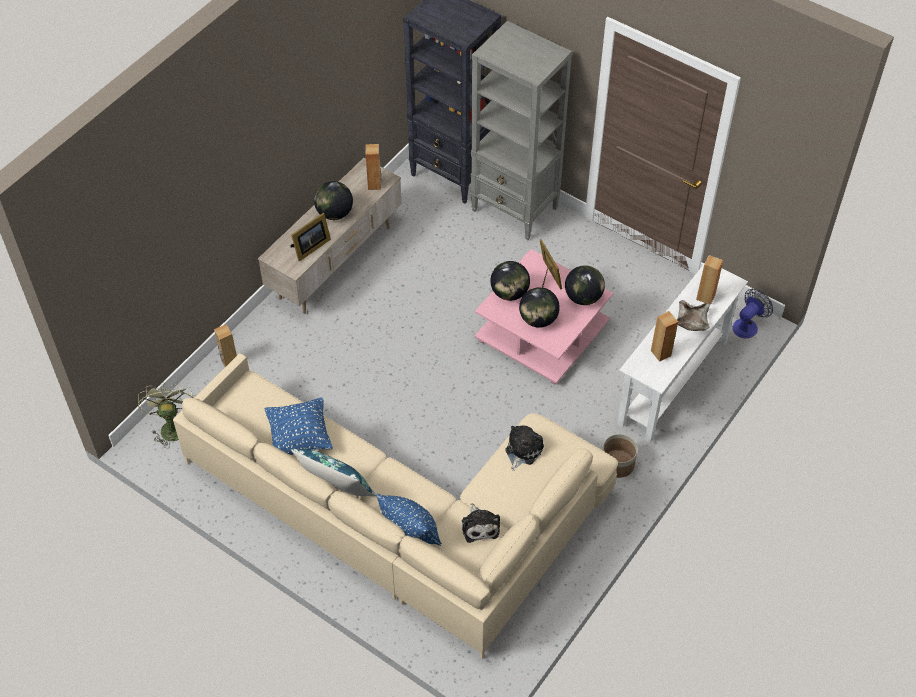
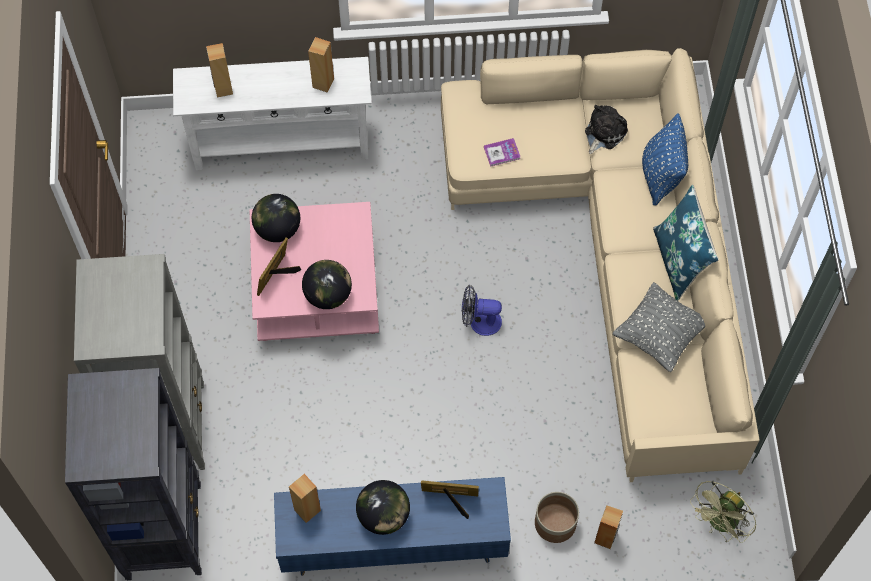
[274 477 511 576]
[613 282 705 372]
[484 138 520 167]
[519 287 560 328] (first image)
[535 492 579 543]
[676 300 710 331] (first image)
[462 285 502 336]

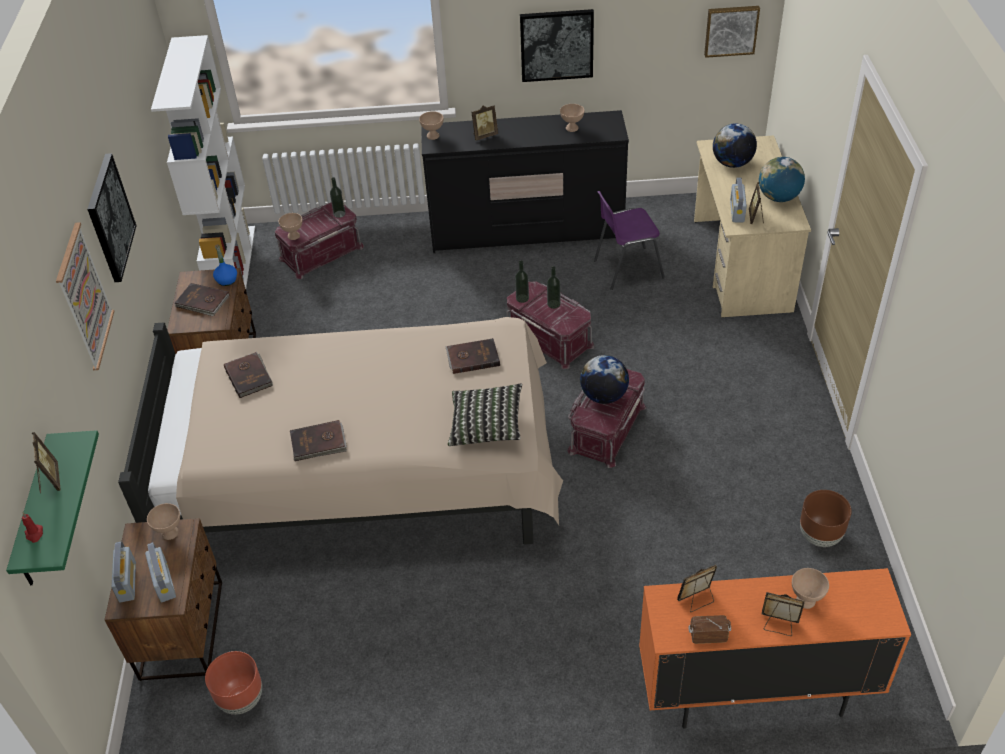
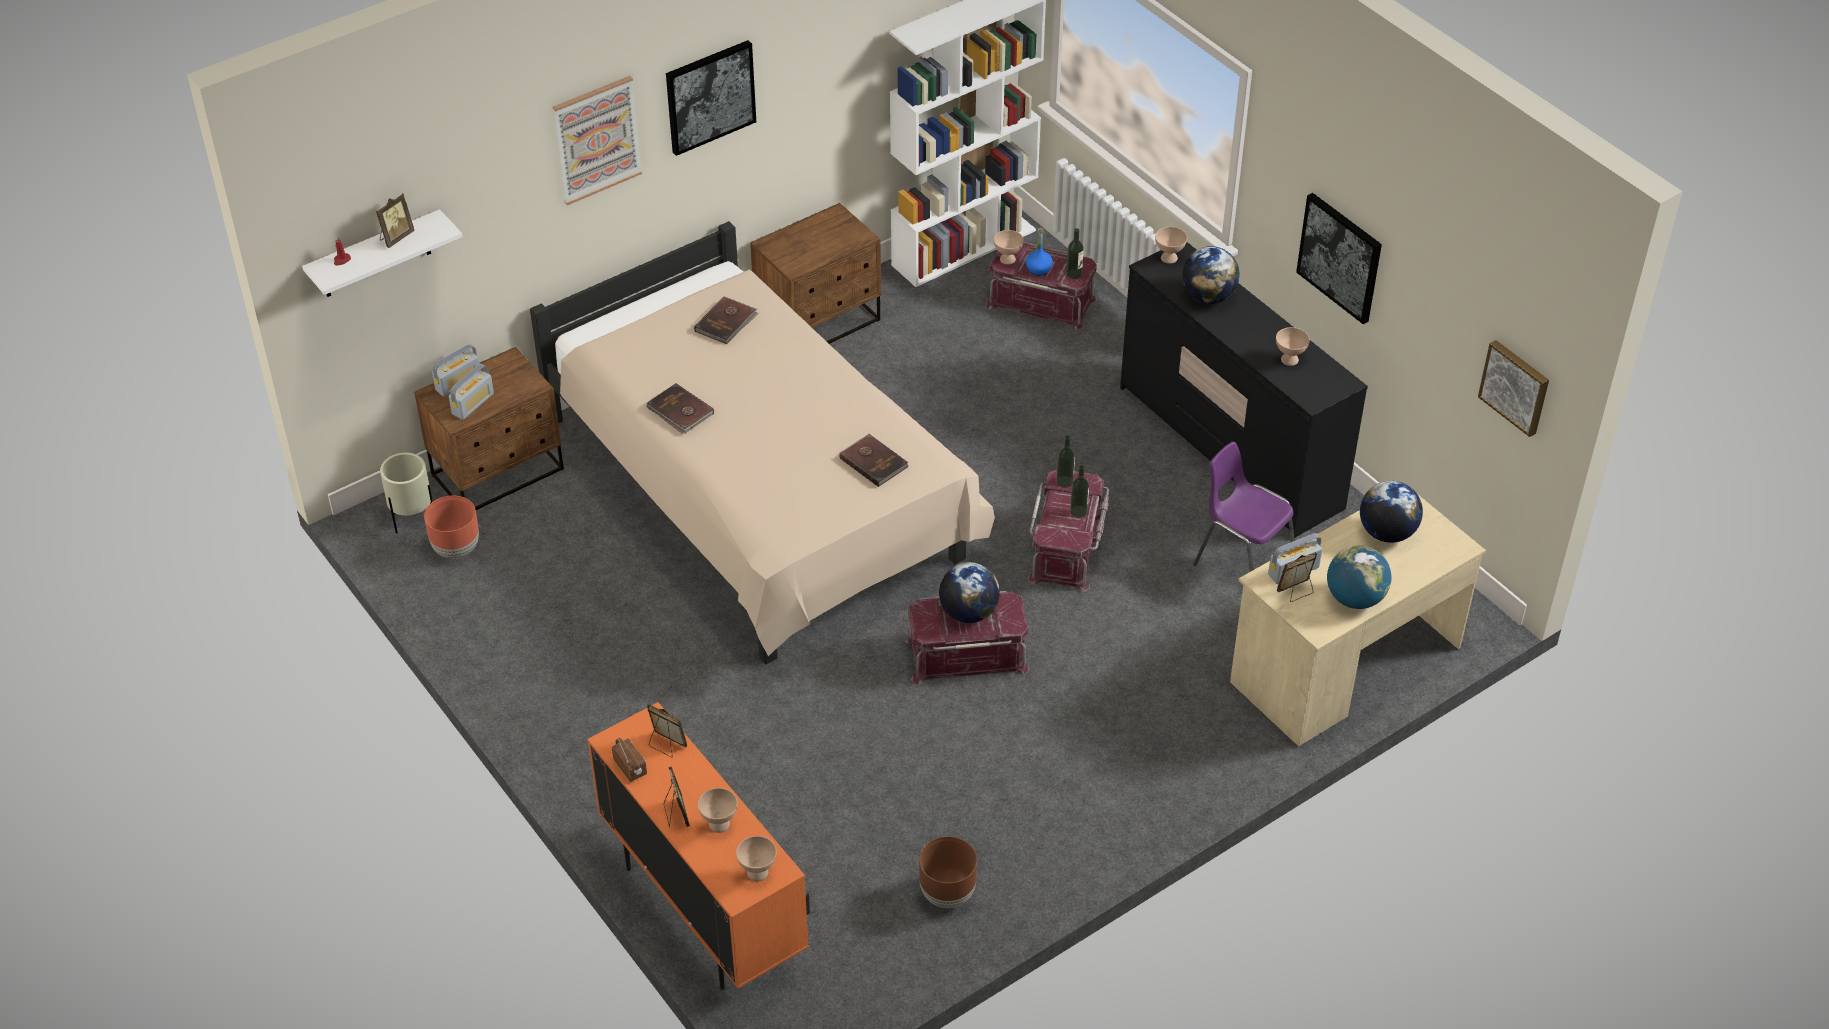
[302 209 463 297]
[736 836 777 881]
[175 283 230 316] (first image)
[1025 228 1053 276]
[448 384 522 446] (first image)
[1182 246 1240 304]
[380 453 433 534]

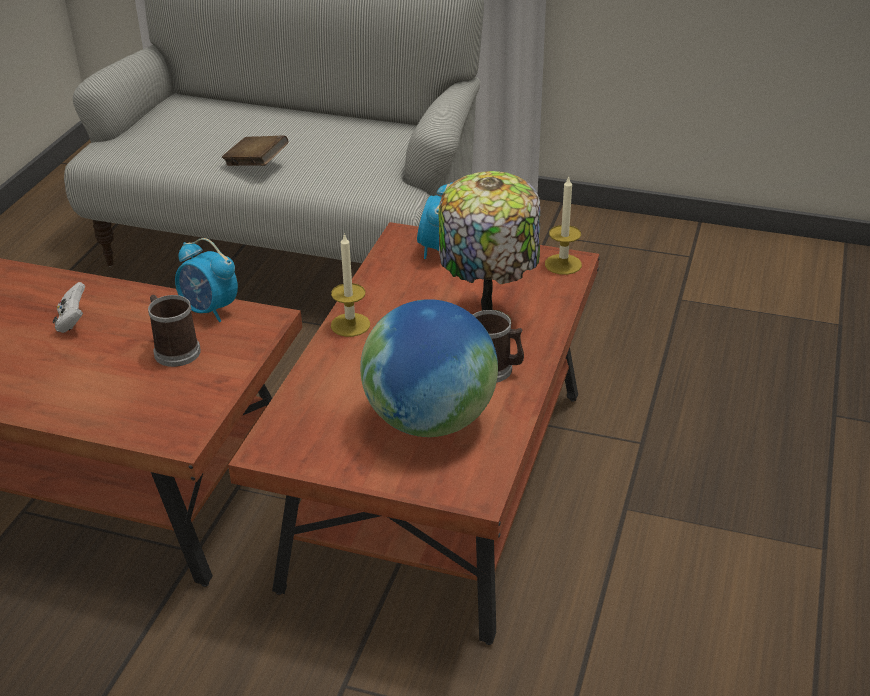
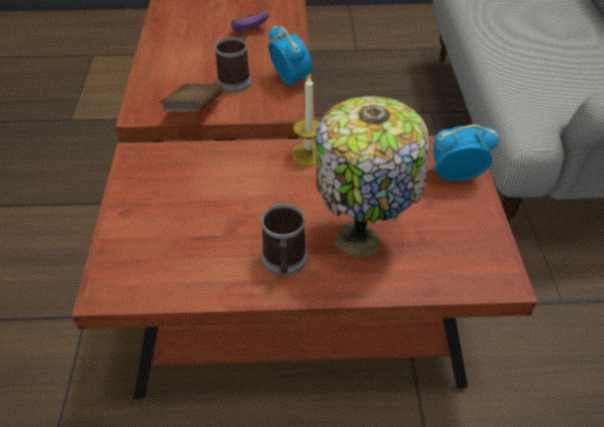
[231 11 269 34]
[269 25 312 85]
[160 84 223 112]
[360 299 498 437] (first image)
[545 175 582 275] (first image)

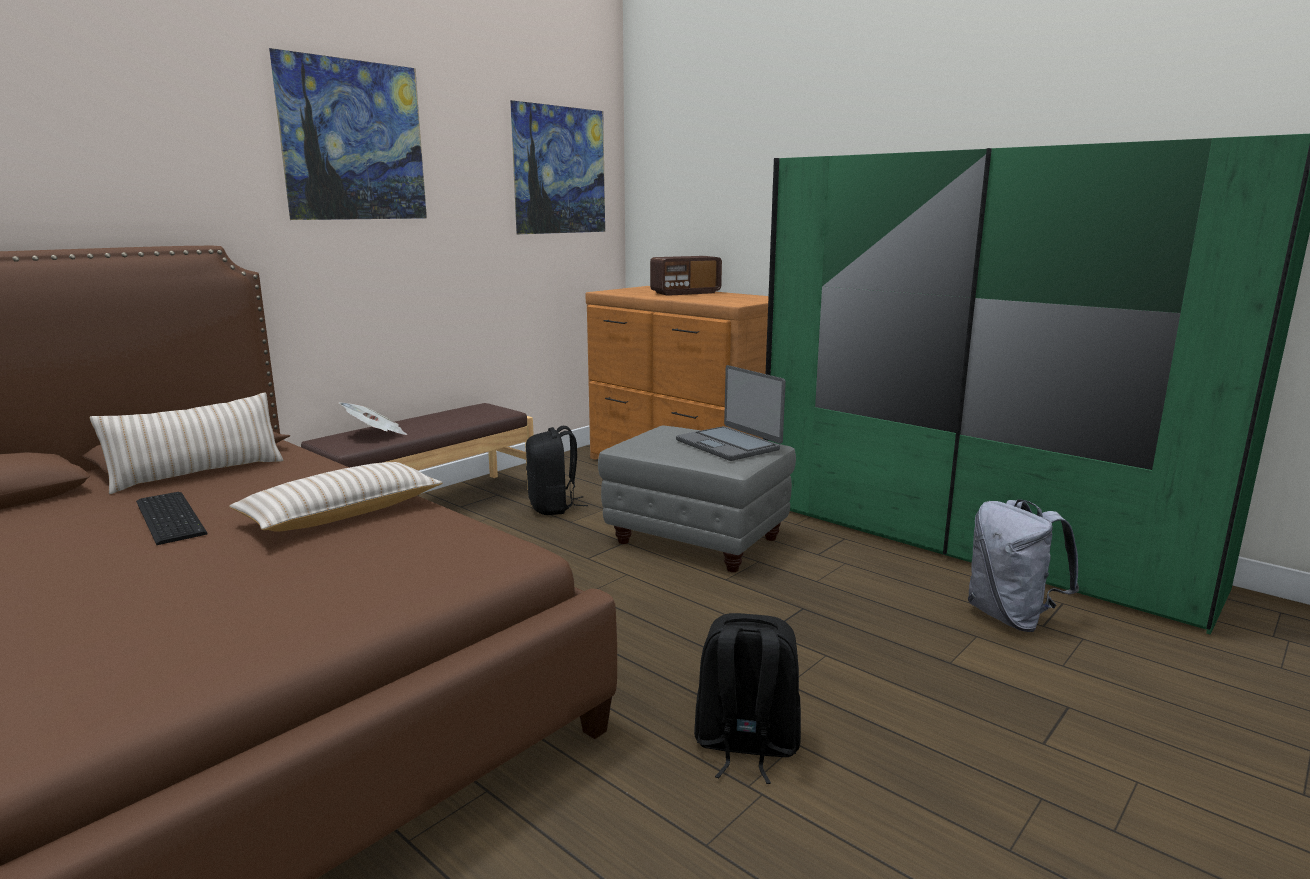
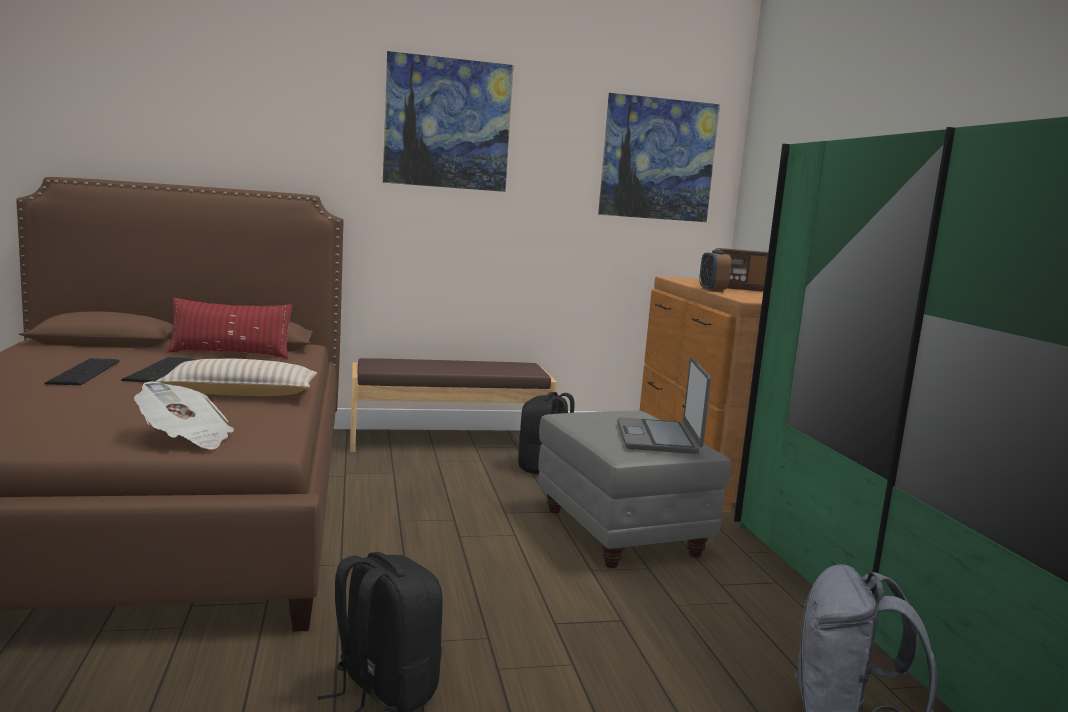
[168 298 292 359]
[134 381 234 450]
[44 358 120 385]
[699 250 731 292]

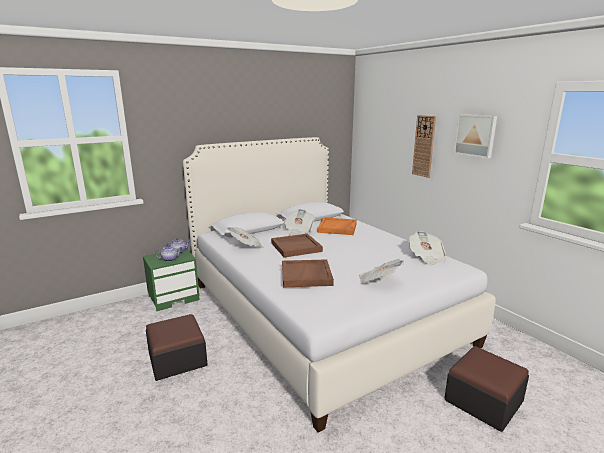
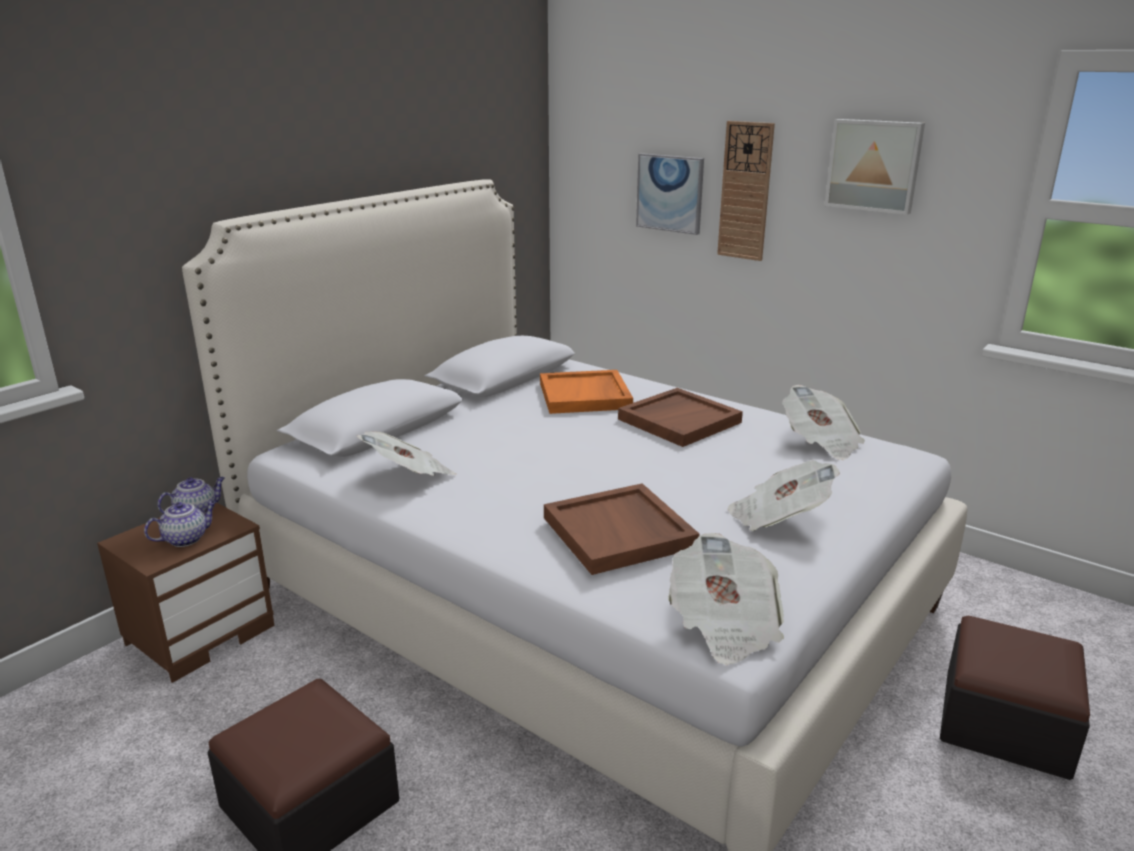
[97 503 274 683]
[618 388 743 447]
[668 533 784 665]
[636 153 704 235]

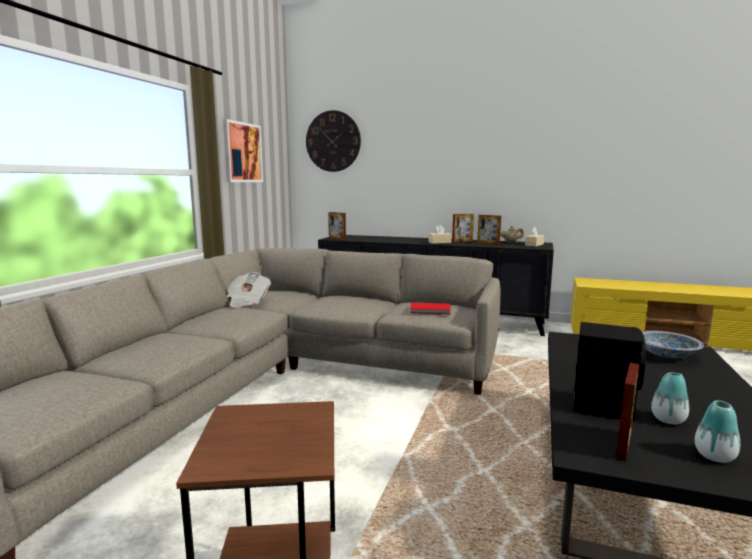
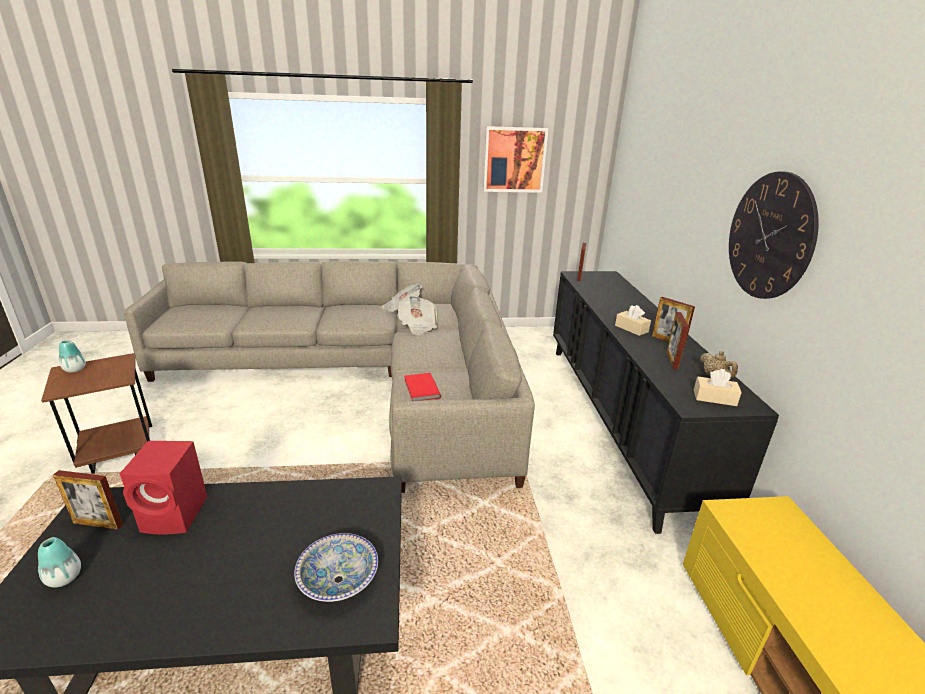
[729 171 819 299]
[119 441 207 535]
[59 340 86 373]
[397 295 438 335]

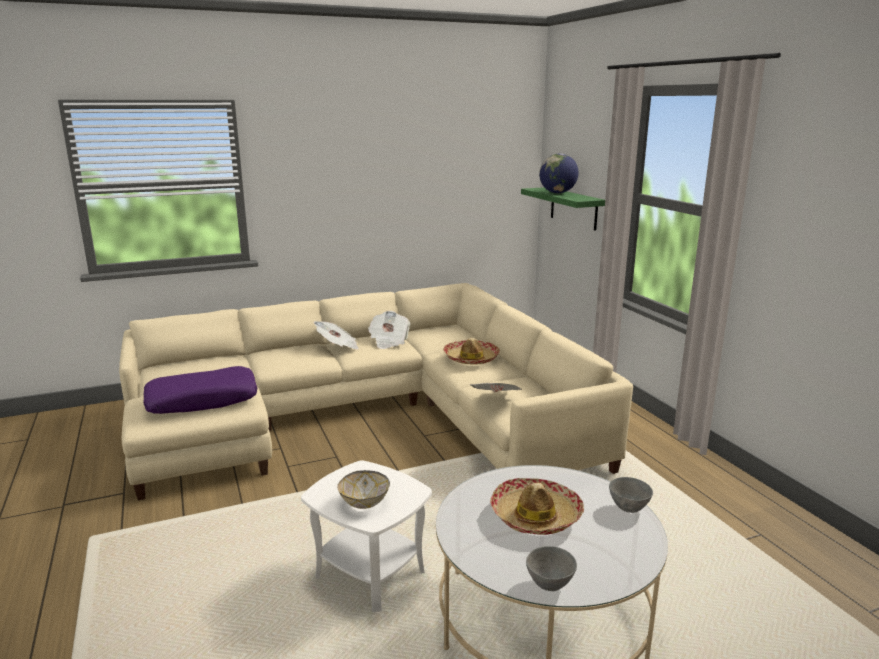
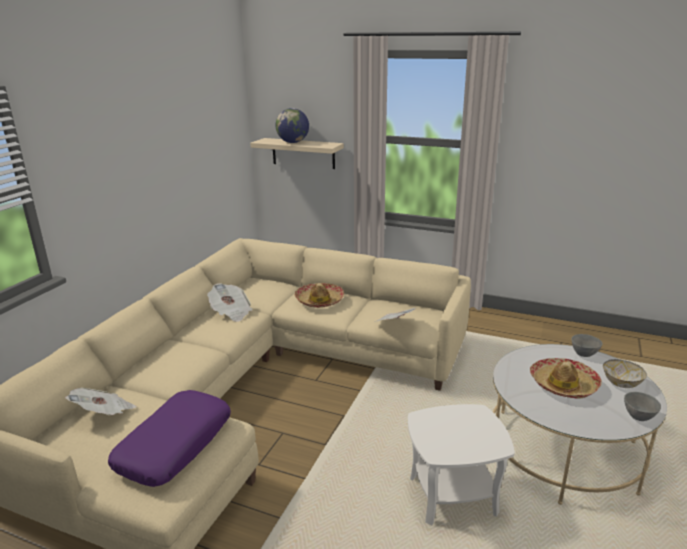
[65 388 137 415]
[603 359 647 388]
[250 138 344 169]

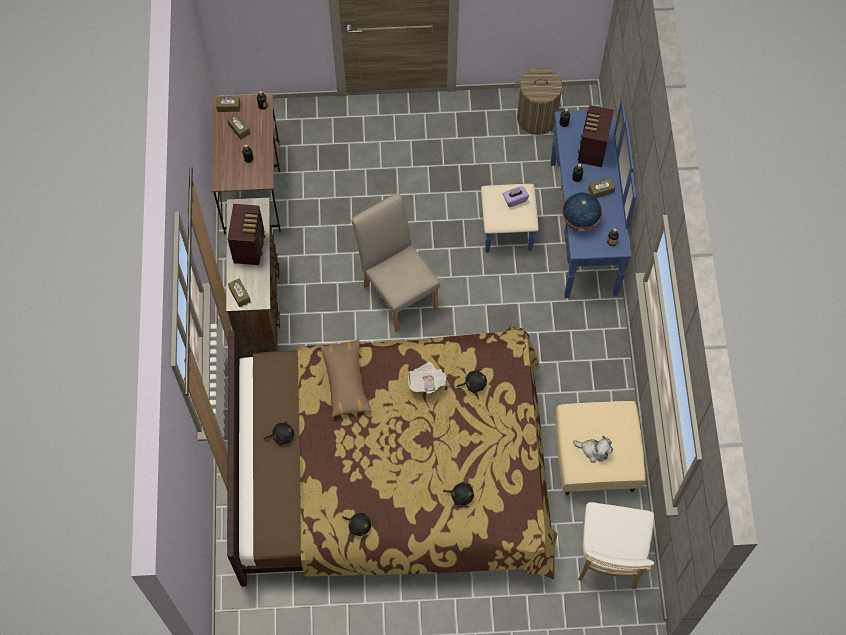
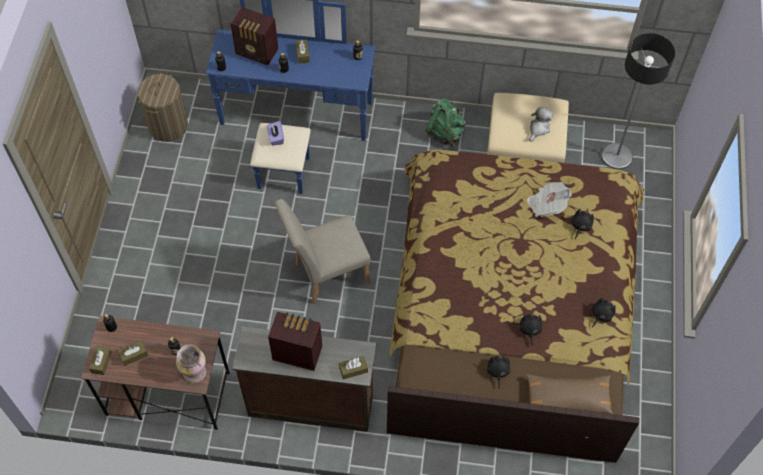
[526 374 613 414]
[527 182 572 217]
[519 311 542 346]
[562 193 602 231] (first image)
[602 33 675 170]
[176 345 206 383]
[425 99 466 147]

